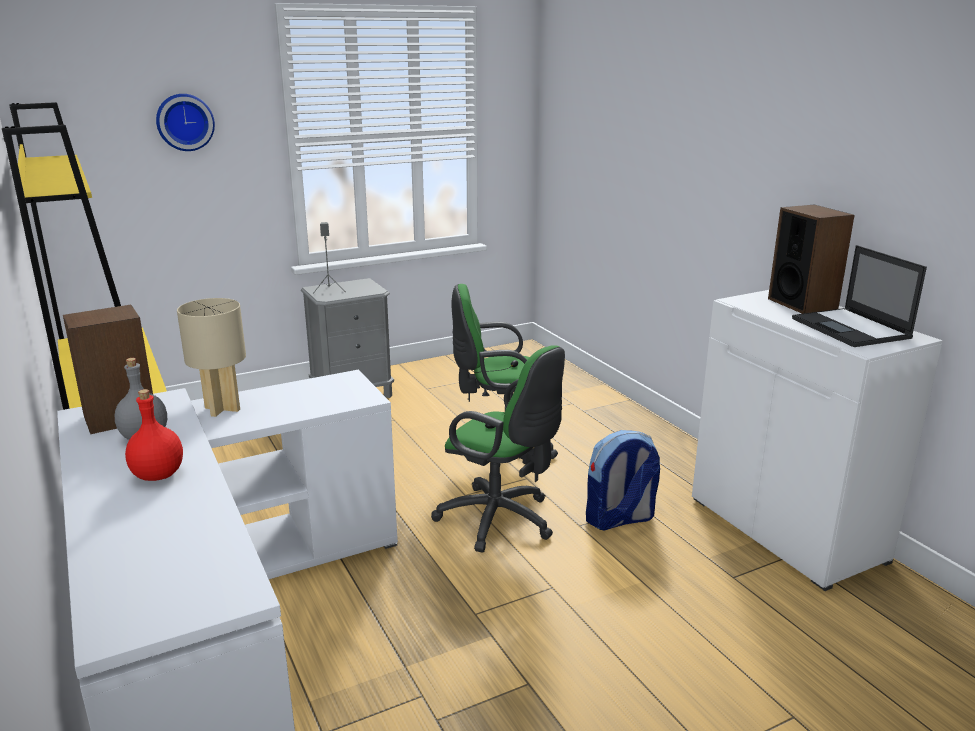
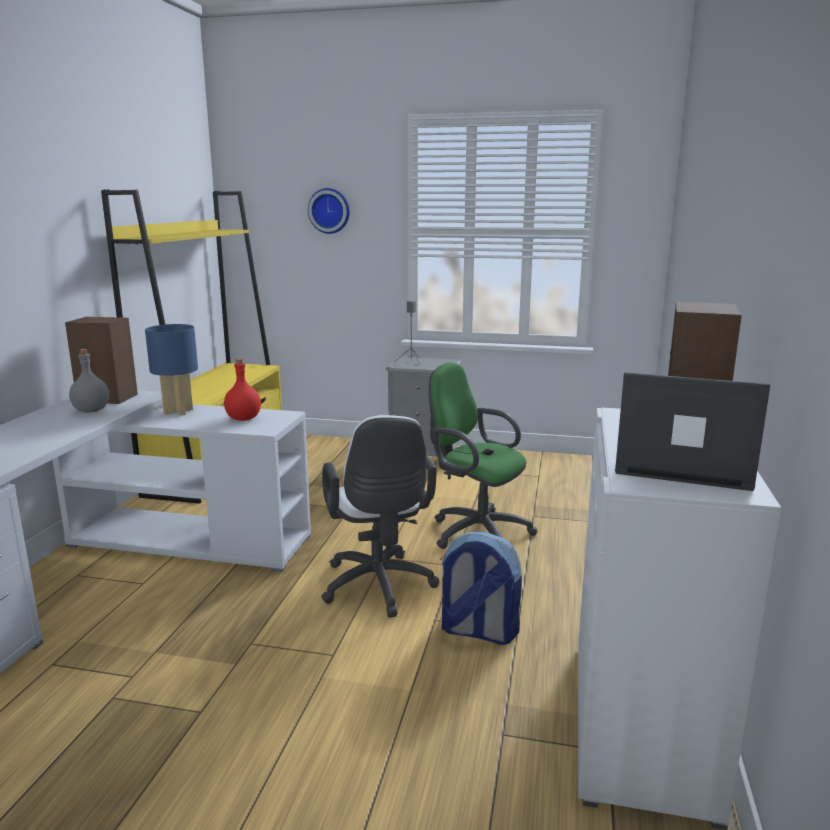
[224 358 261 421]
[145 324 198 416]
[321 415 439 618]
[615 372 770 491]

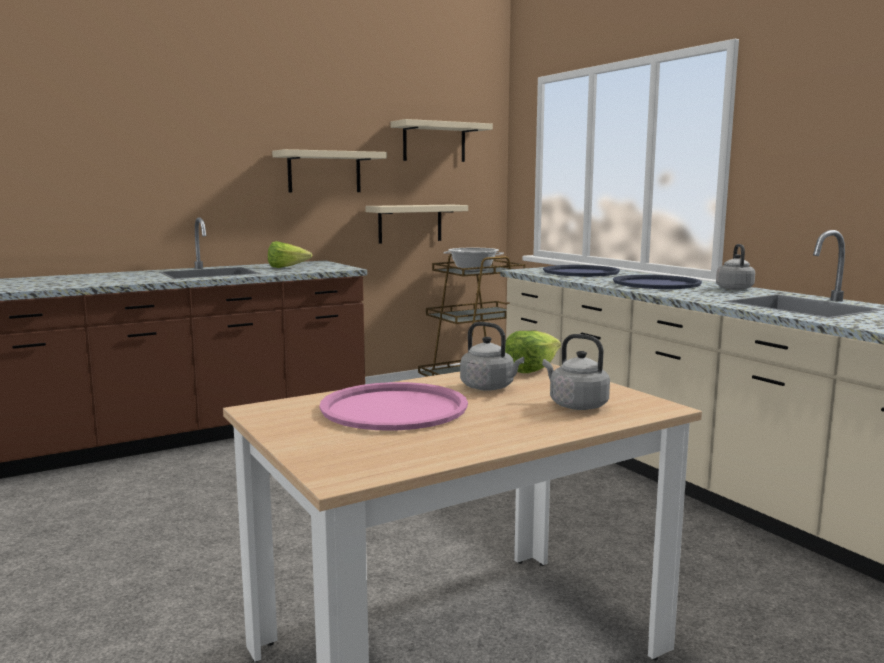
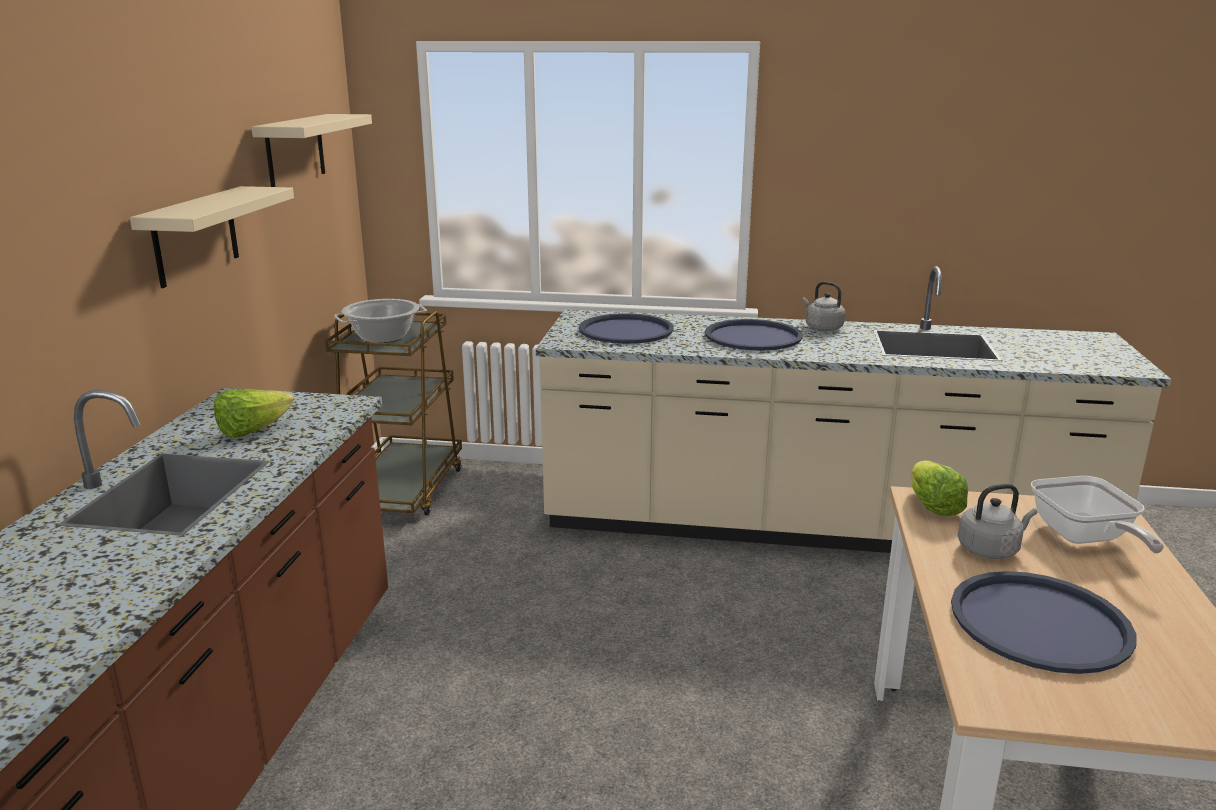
[951 571 1136 674]
[365 205 468 244] (first image)
[1031 476 1164 553]

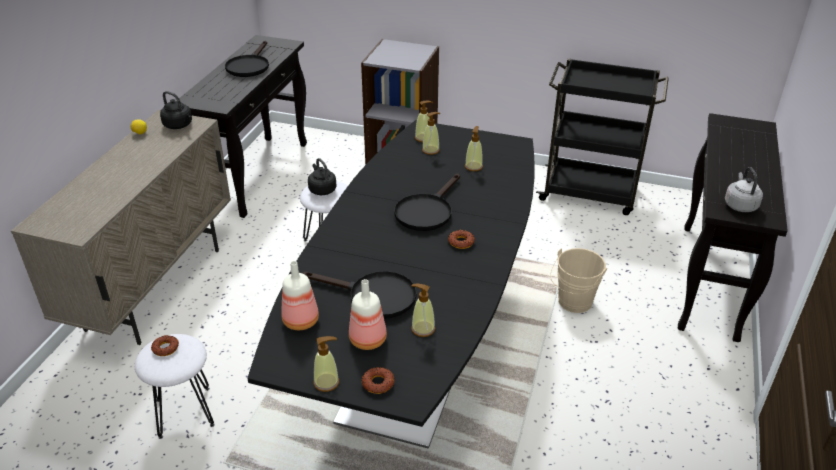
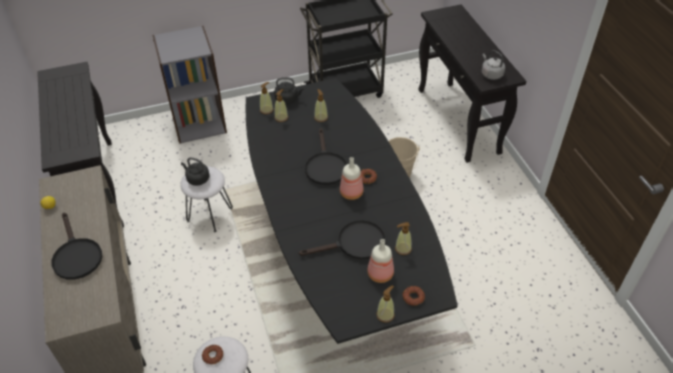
[274 77 304 105]
[51 213 102 279]
[340 157 364 200]

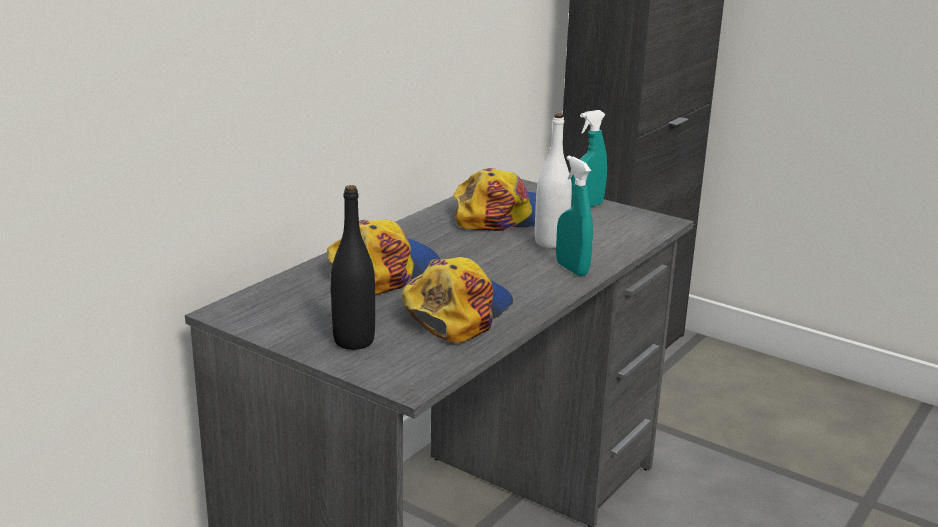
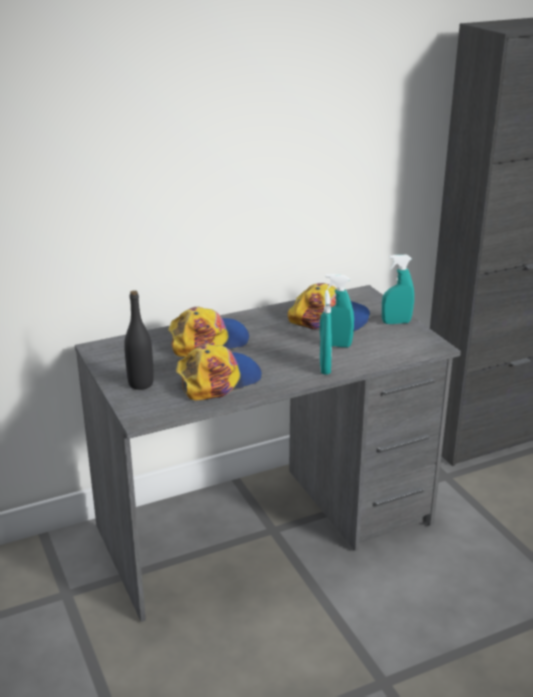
[320 274 354 348]

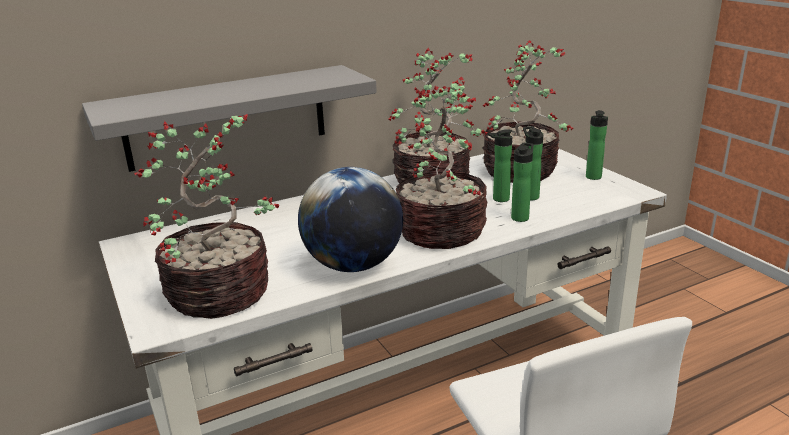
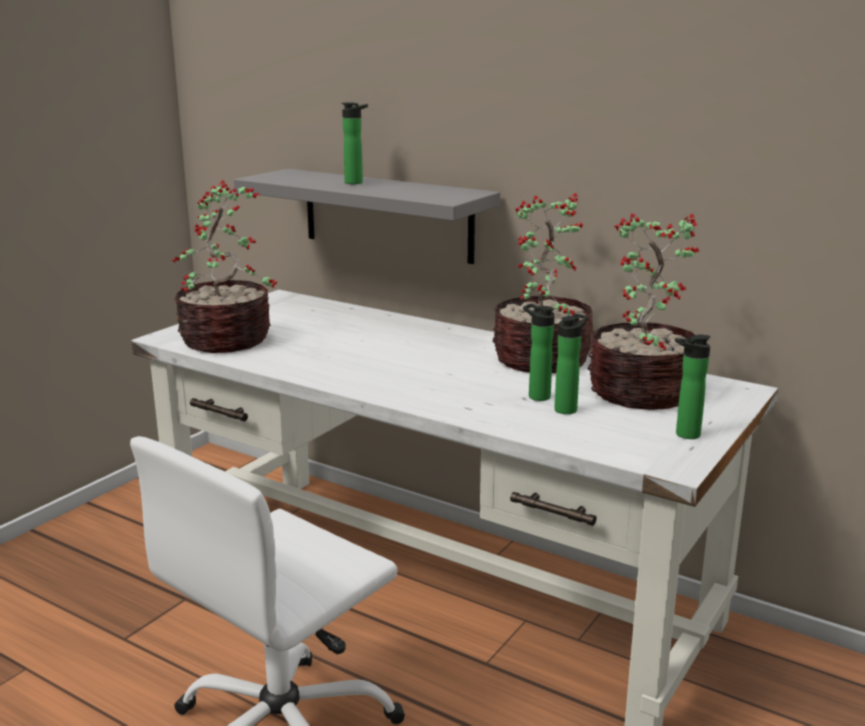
[298 167 403 272] (first image)
[396 77 487 249] (first image)
[341 102 368 184]

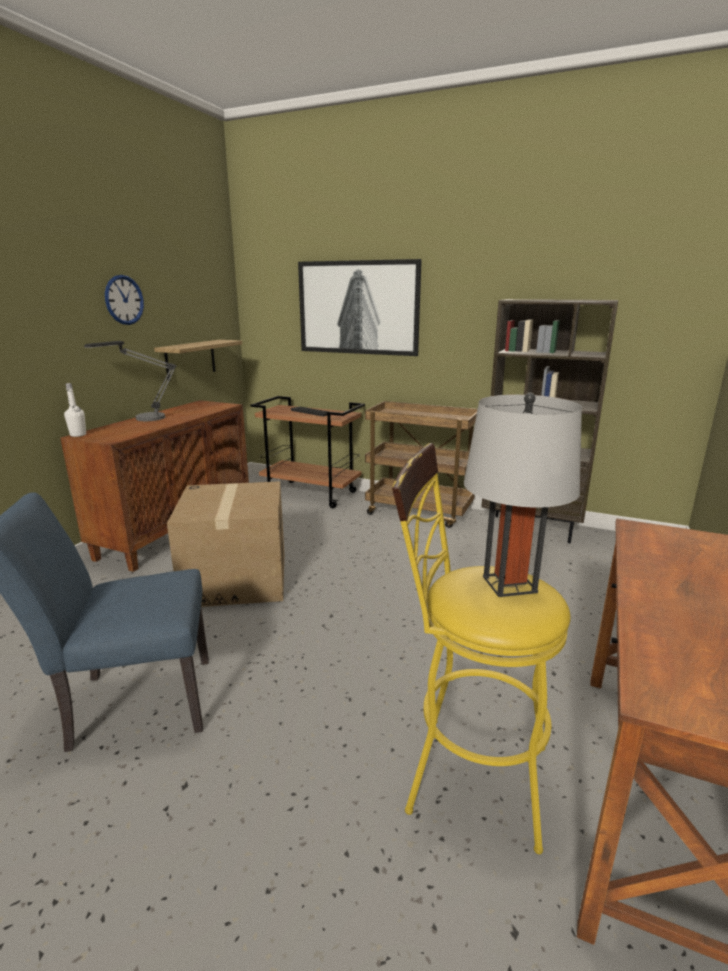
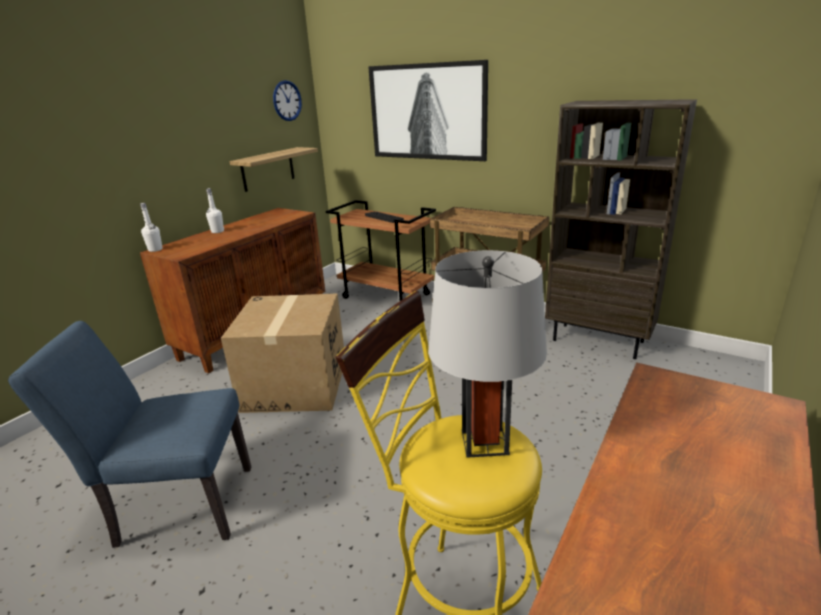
[206 188 224 233]
[273 80 302 121]

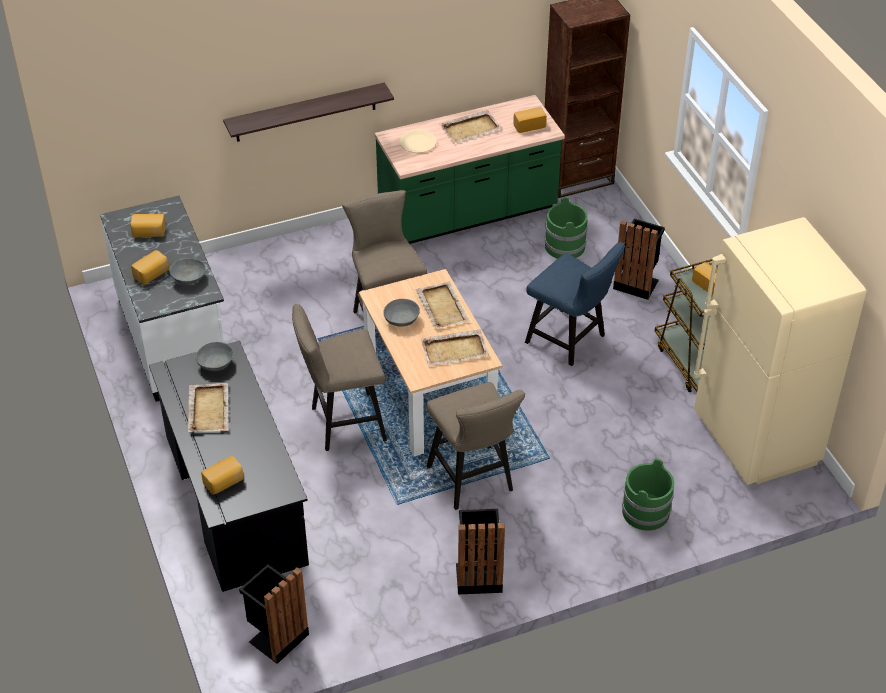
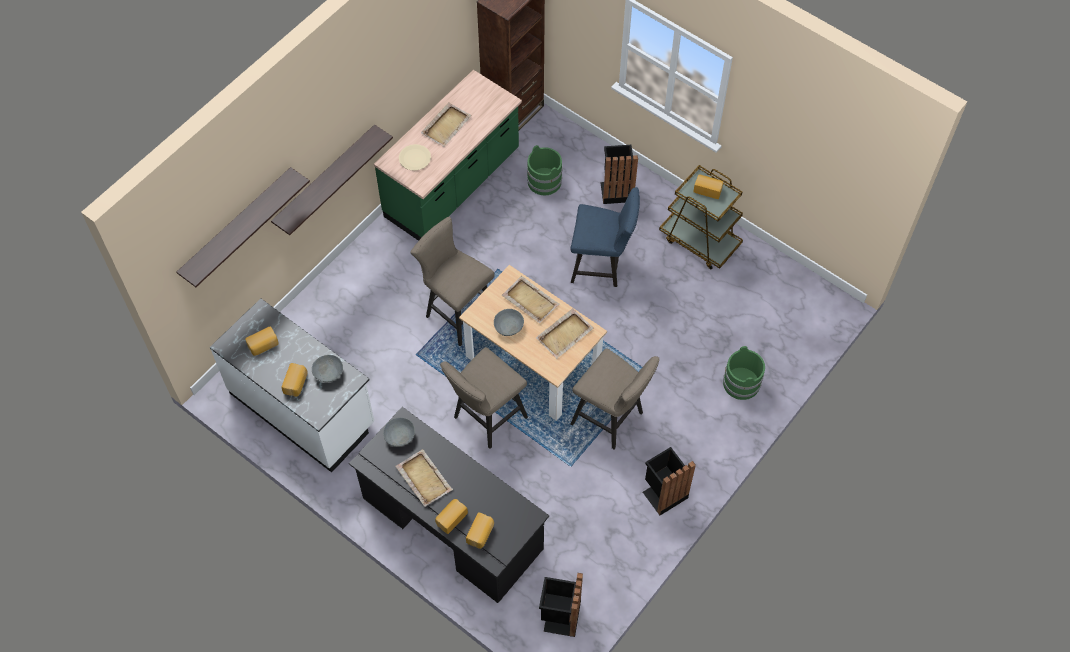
[435 499 468 534]
[694 217 866 485] (first image)
[176 167 310 287]

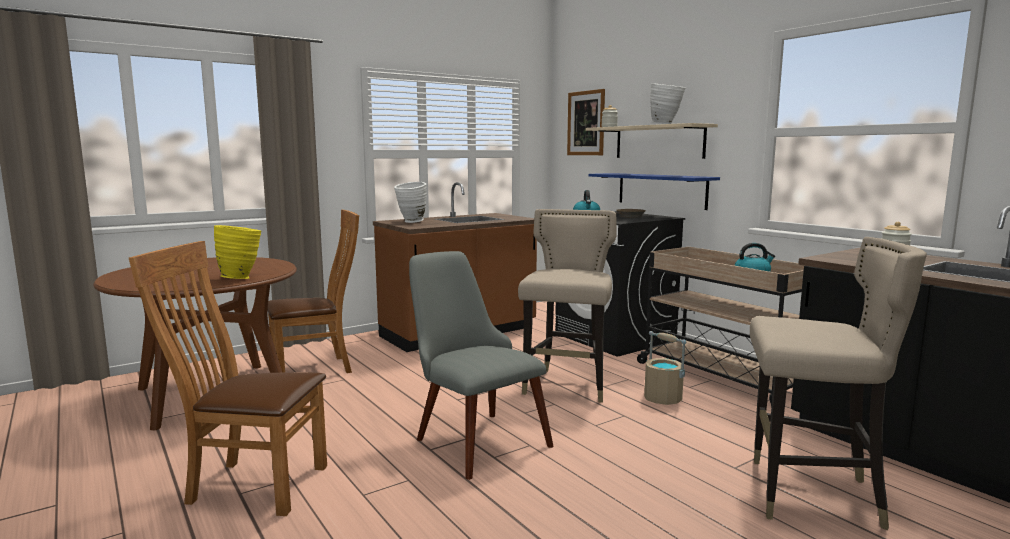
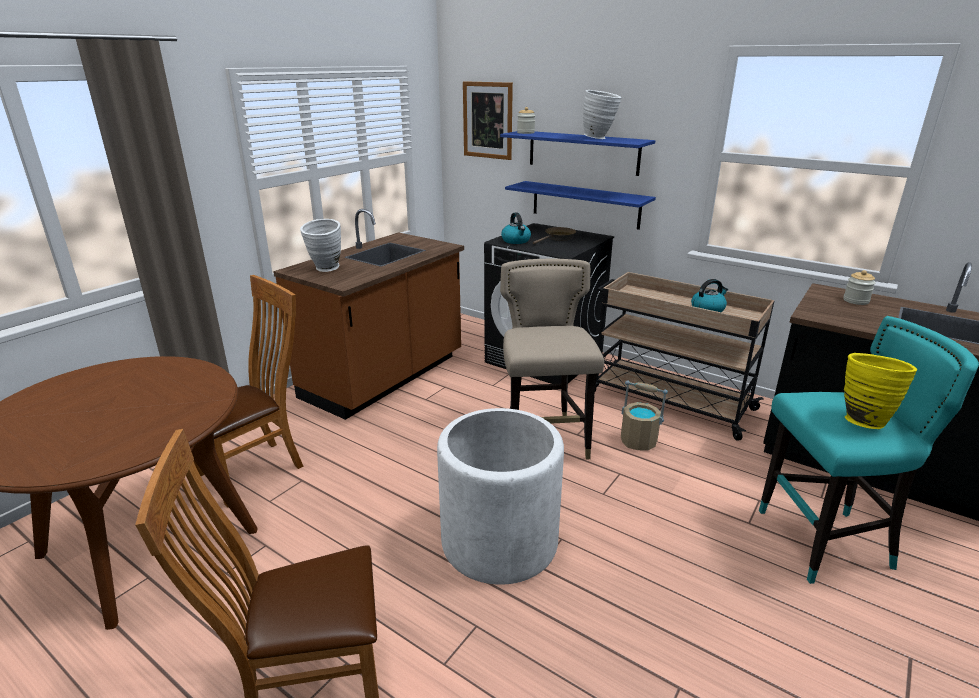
[844 353 917 429]
[437 408 564 585]
[500 131 656 176]
[759 316 979 584]

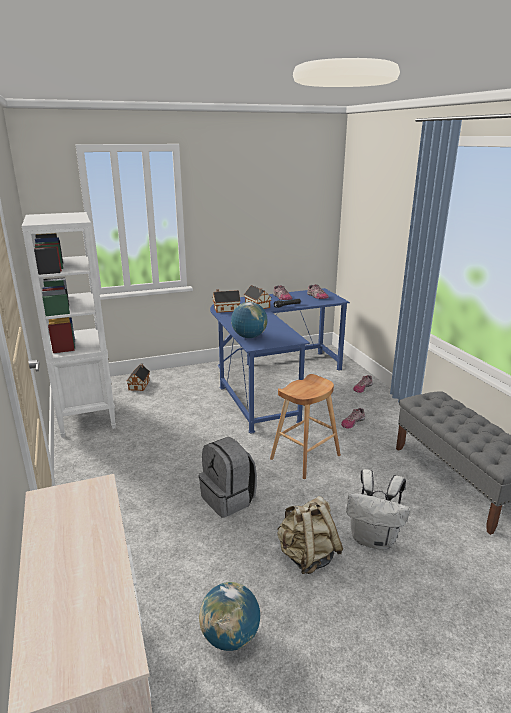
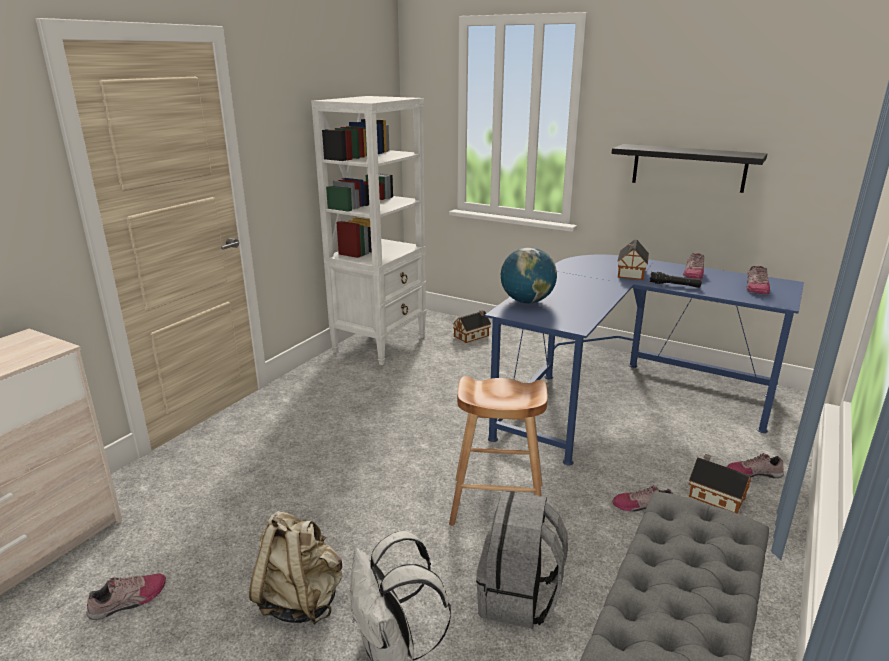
[476 490 568 628]
[87 573 166 620]
[689 454 751 514]
[611 144 767 193]

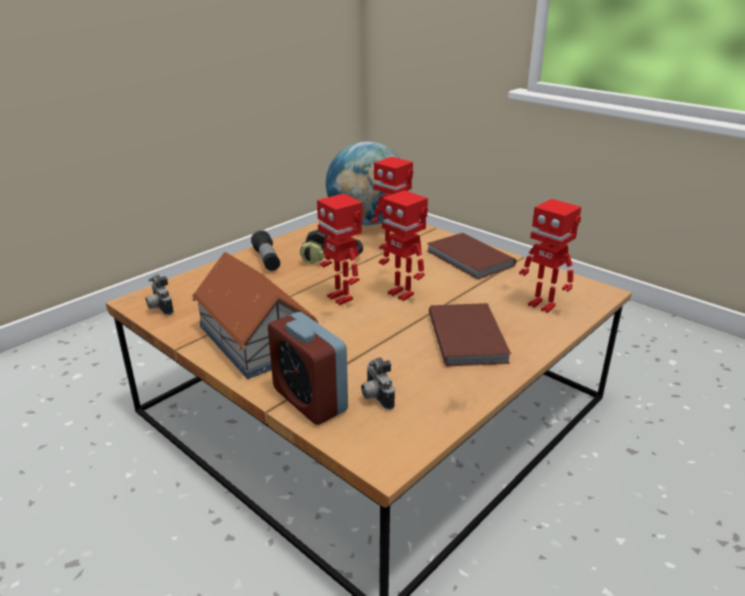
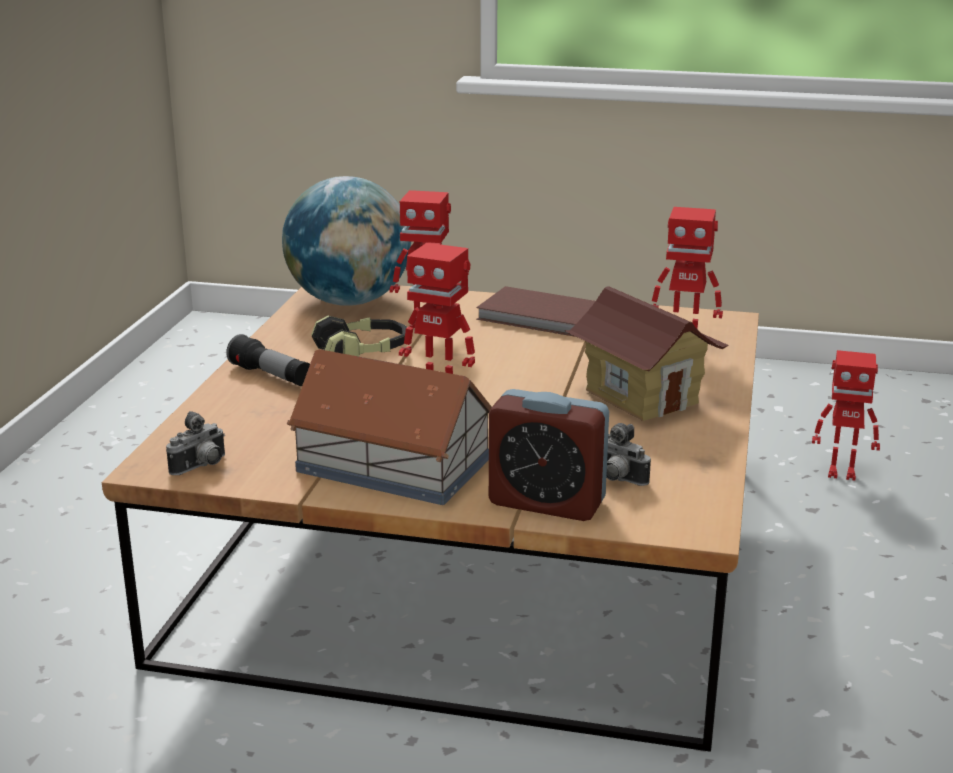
[166 411 225 475]
[812 350 880 481]
[566 286 729 421]

